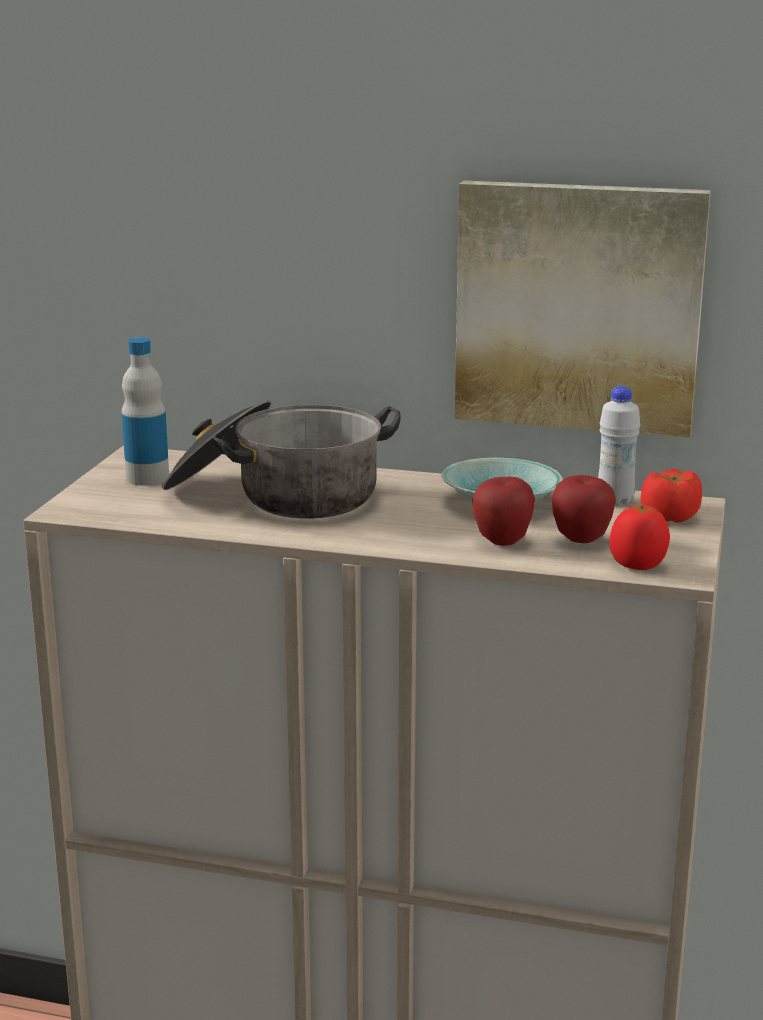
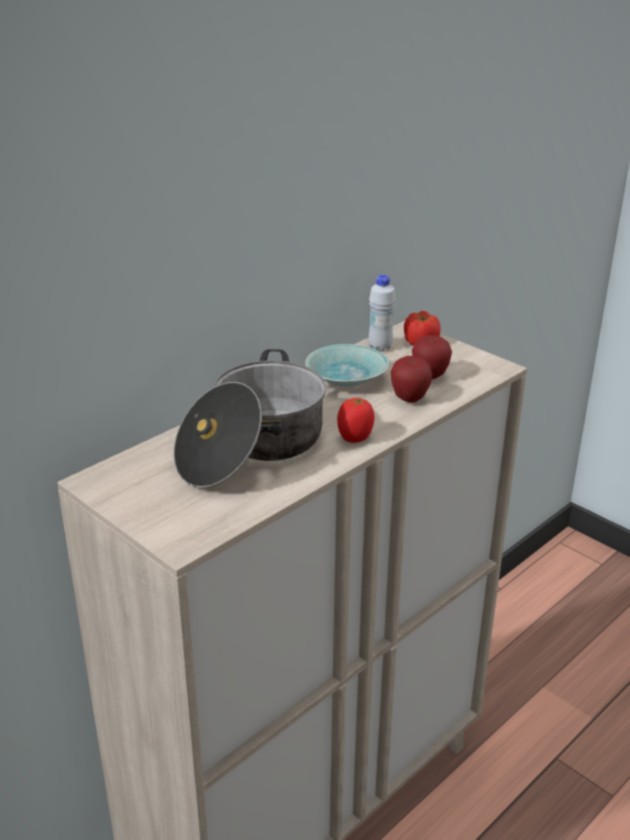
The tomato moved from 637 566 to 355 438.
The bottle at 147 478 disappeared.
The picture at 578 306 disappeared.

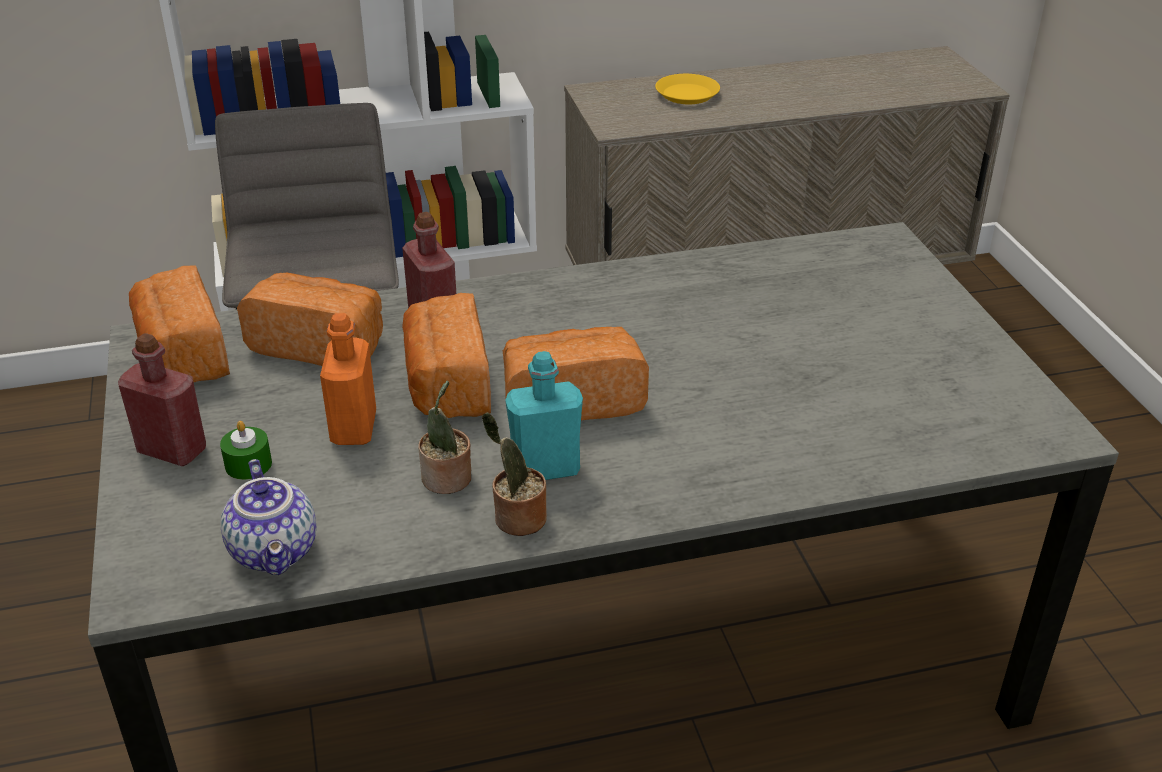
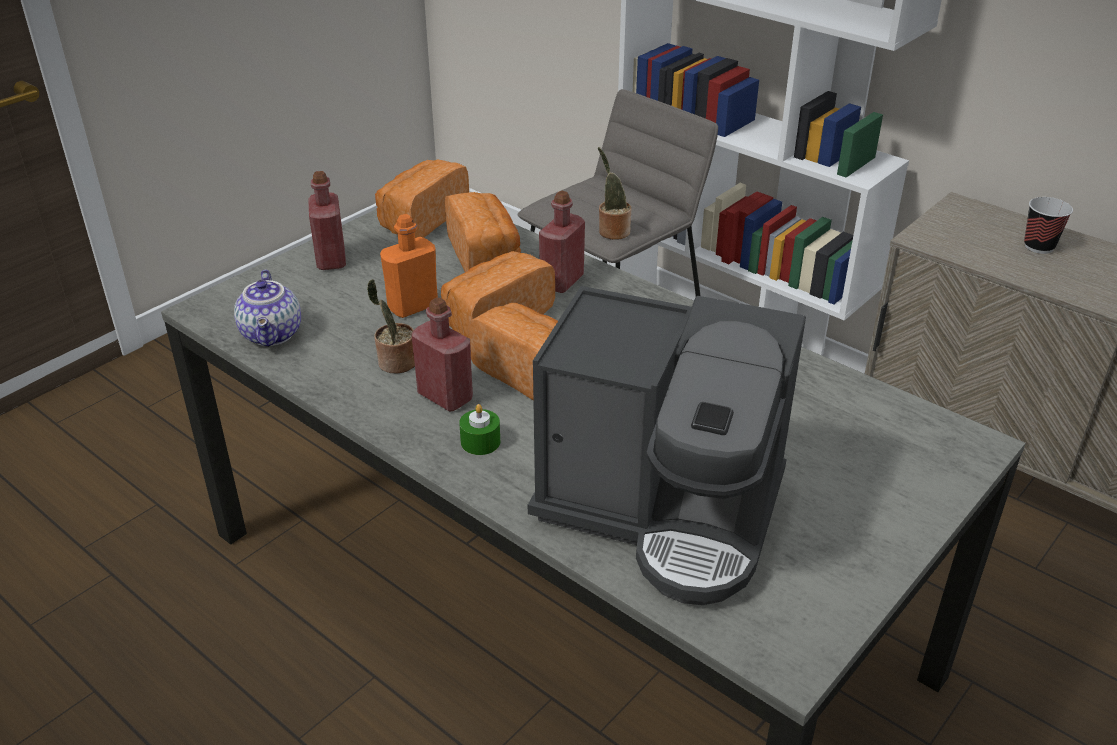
The teapot at 276 551 turned 45 degrees counterclockwise.
The turquoise bottle at 545 469 became the red bottle at 445 397.
The green candle moved from 248 464 to 480 442.
The coffee machine at 663 510 appeared.
The potted plant moved from 516 519 to 612 231.
The yellow plate at 687 94 was replaced by the cup at 1039 246.

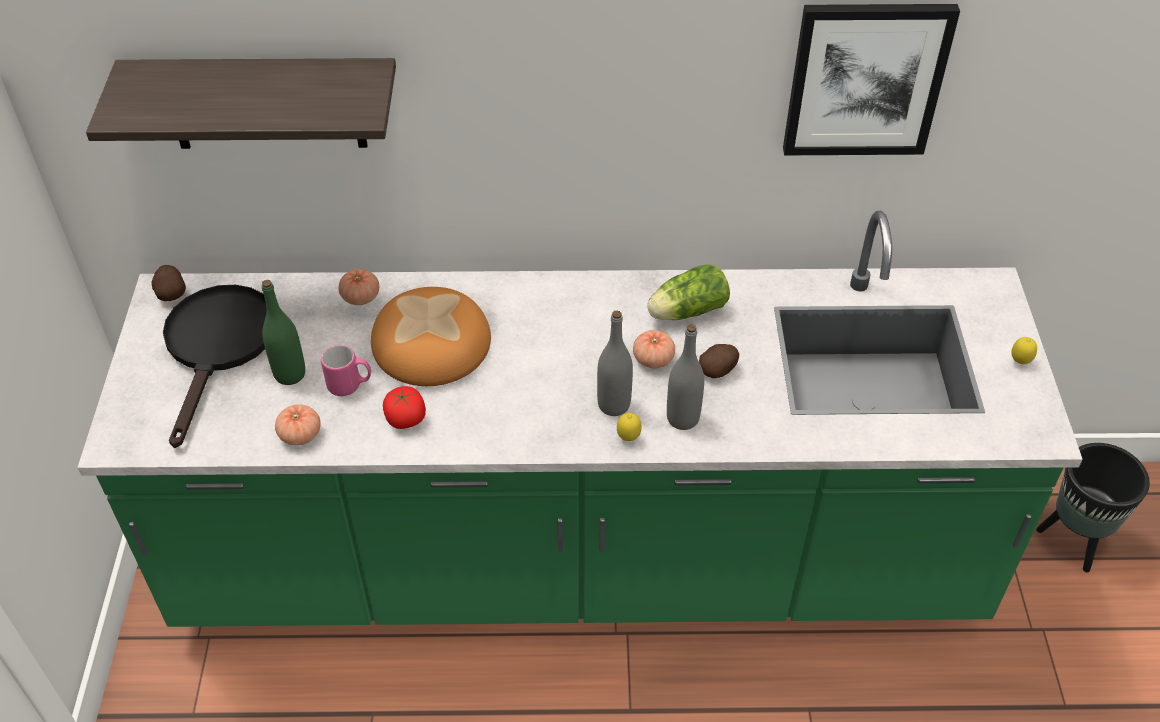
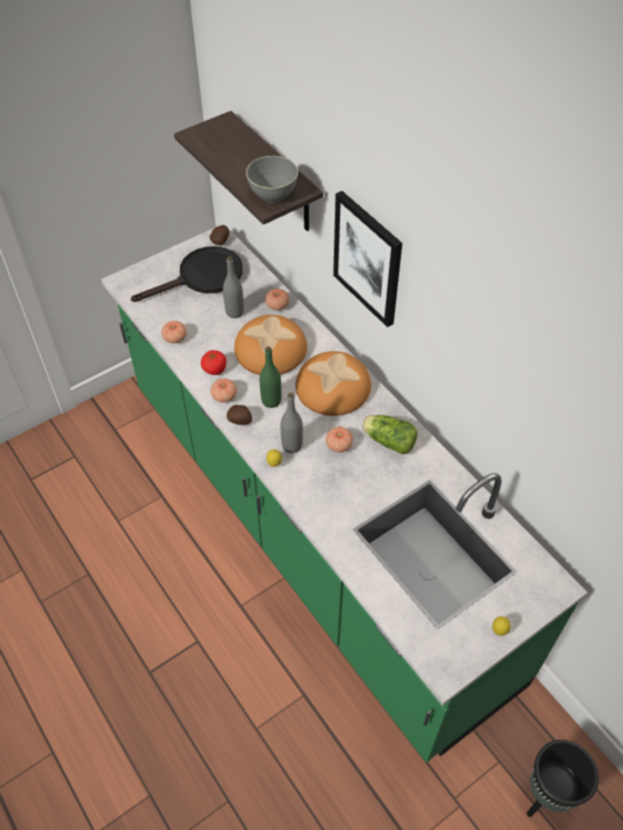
The tomato at 224 396 appeared.
The grey bottle moved from 682 418 to 234 312.
The potato moved from 718 370 to 240 420.
The grey bowl at 273 195 appeared.
The green bottle moved from 290 374 to 271 401.
The bread at 332 388 appeared.
The picture moved from 865 79 to 368 258.
The pink mug at 350 385 disappeared.

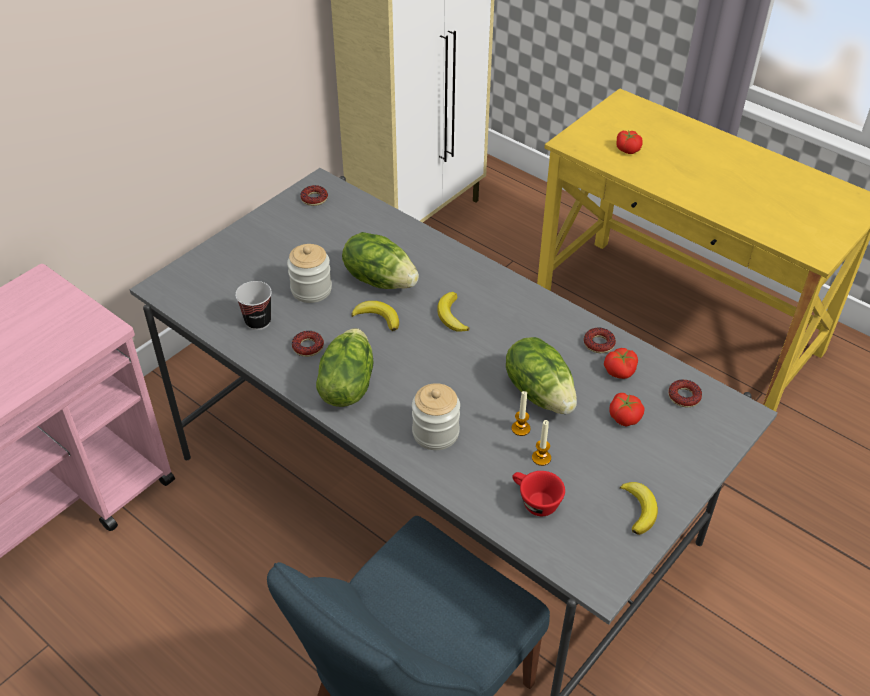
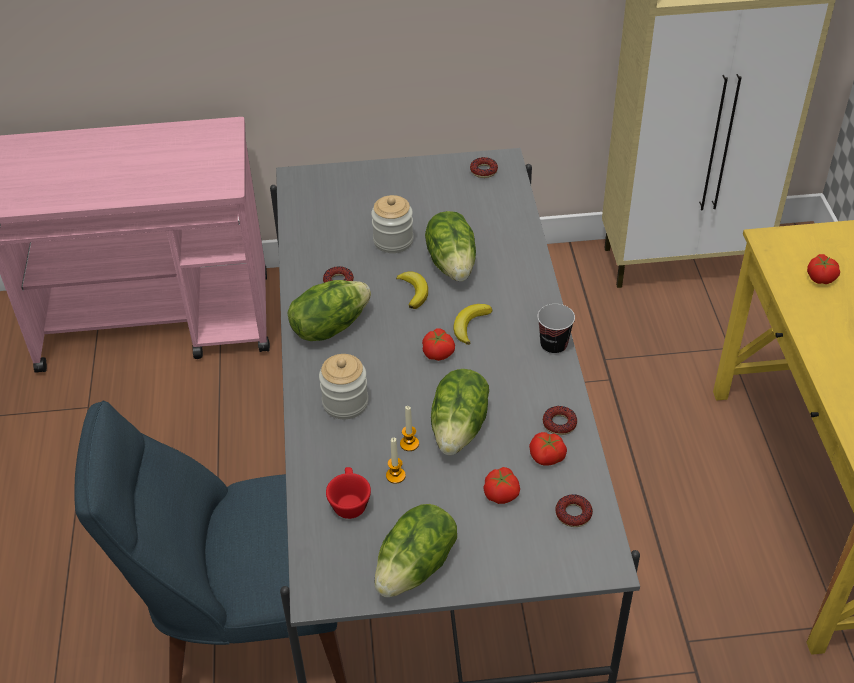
The banana at 639 509 was replaced by the lettuce at 417 567.
The tomato at 438 352 appeared.
The cup moved from 258 321 to 553 345.

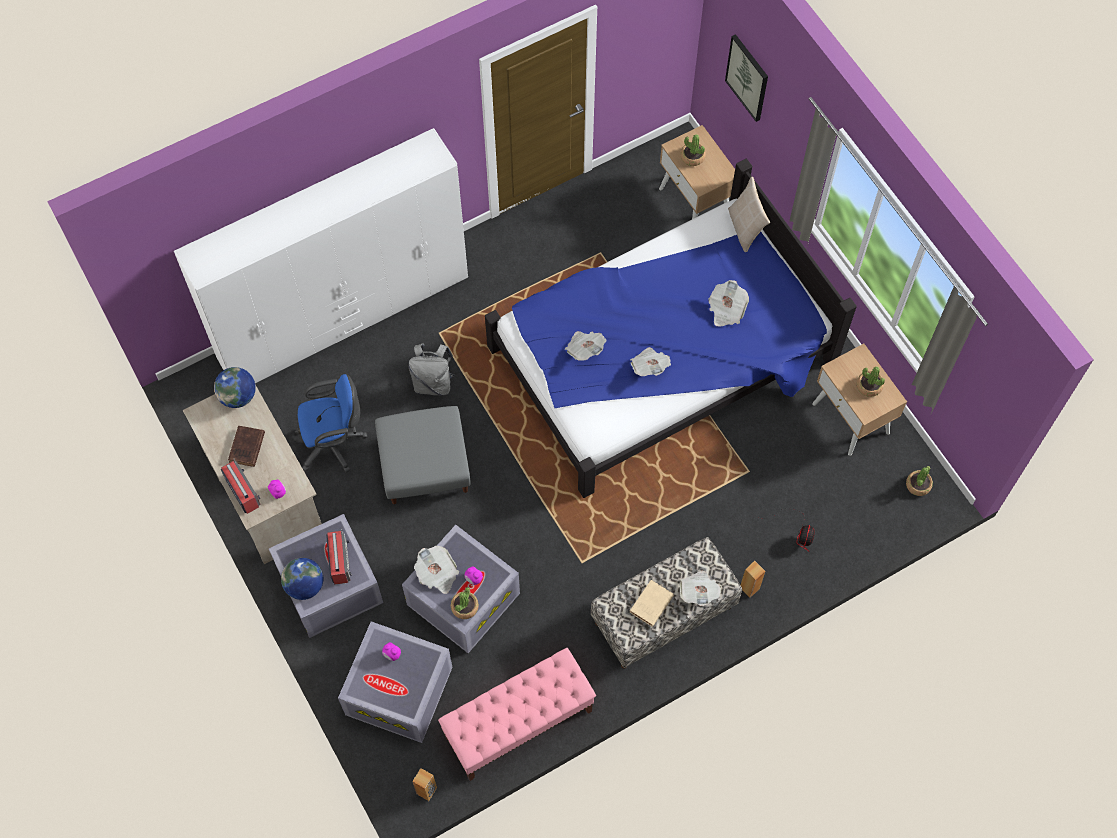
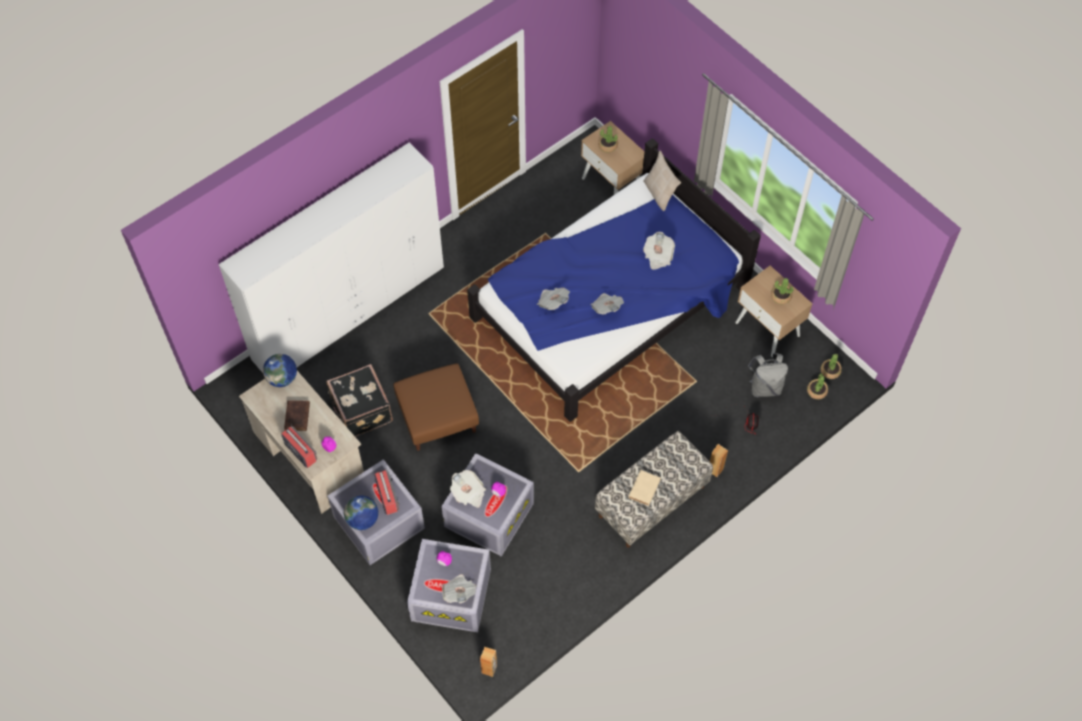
The blue office chair at 334 443 was replaced by the black suitcase at 361 411.
The grey ottoman at 425 465 became the brown ottoman at 438 417.
The newspaper moved from 698 591 to 459 592.
The grey backpack moved from 433 382 to 764 387.
The potted plant moved from 464 607 to 816 391.
The pink bench at 518 724 disappeared.
The picture at 748 77 disappeared.

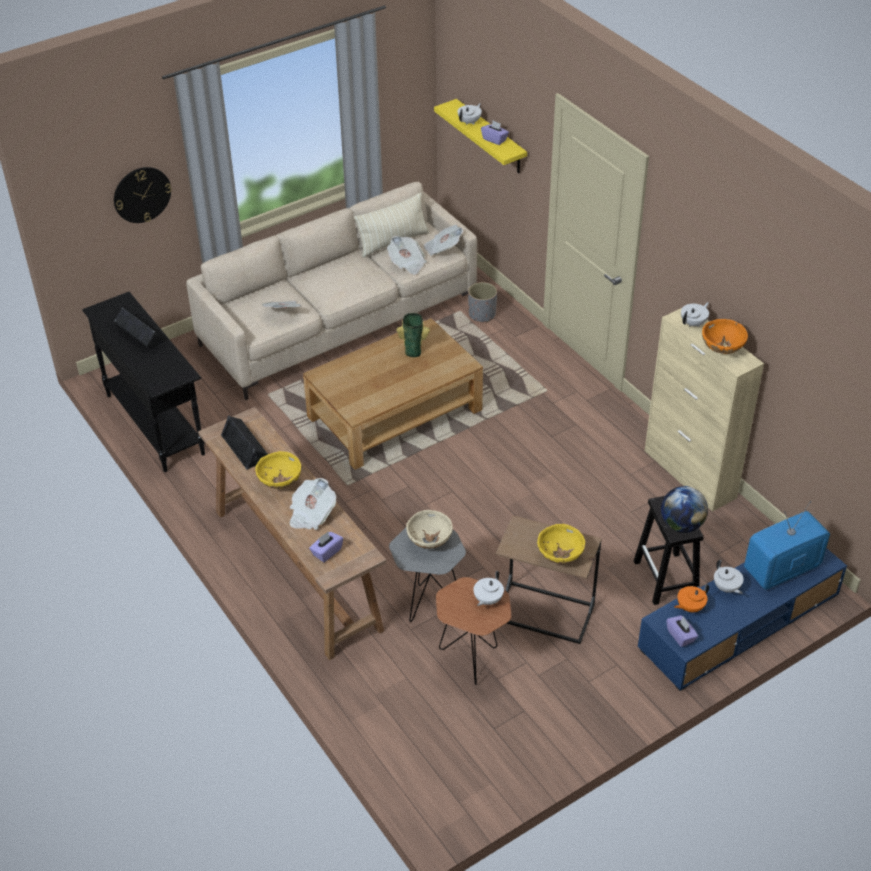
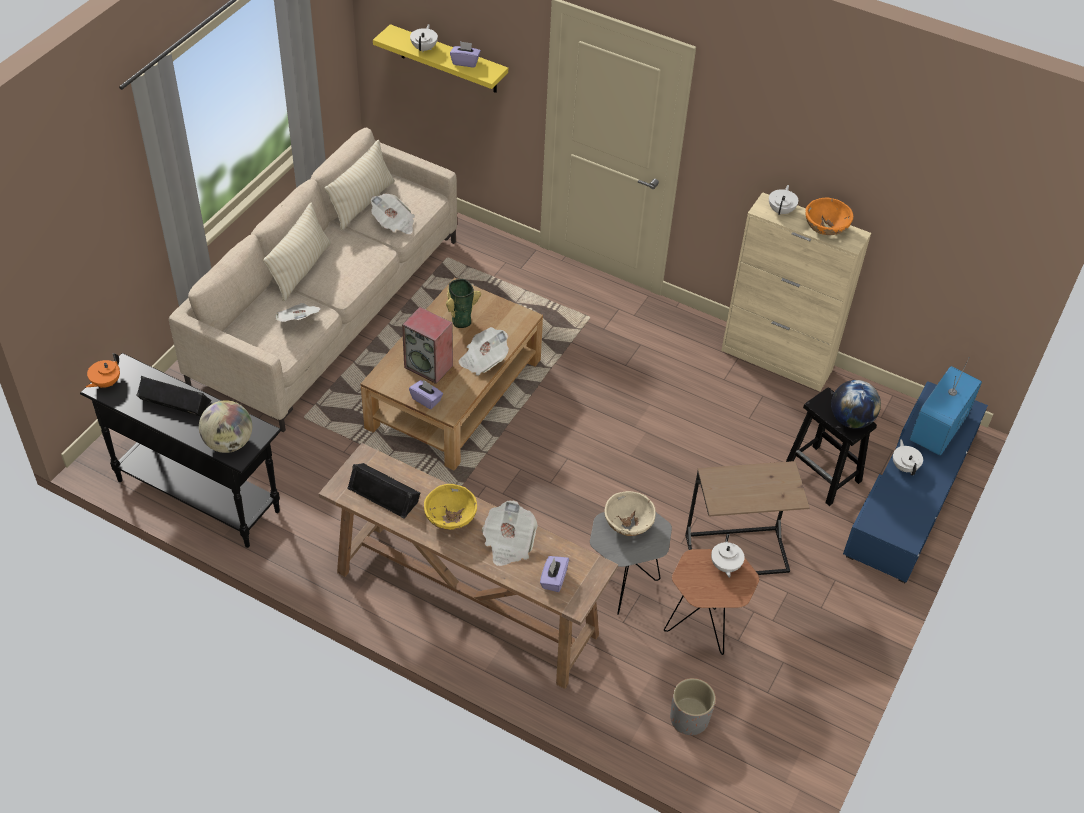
The orange teapot moved from 690 607 to 105 383.
The globe at 229 443 appeared.
The beige pillow at 301 270 appeared.
The speaker at 429 366 appeared.
The purple tissue box moved from 681 636 to 426 400.
The newspaper moved from 442 249 to 483 360.
The grey planter moved from 482 314 to 689 718.
The white teapot at 726 588 turned 135 degrees counterclockwise.
The wall clock at 142 194 disappeared.
The yellow bowl at 560 556 disappeared.

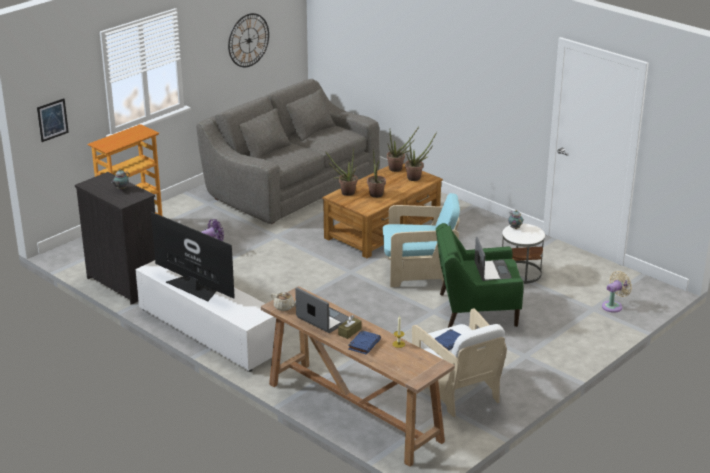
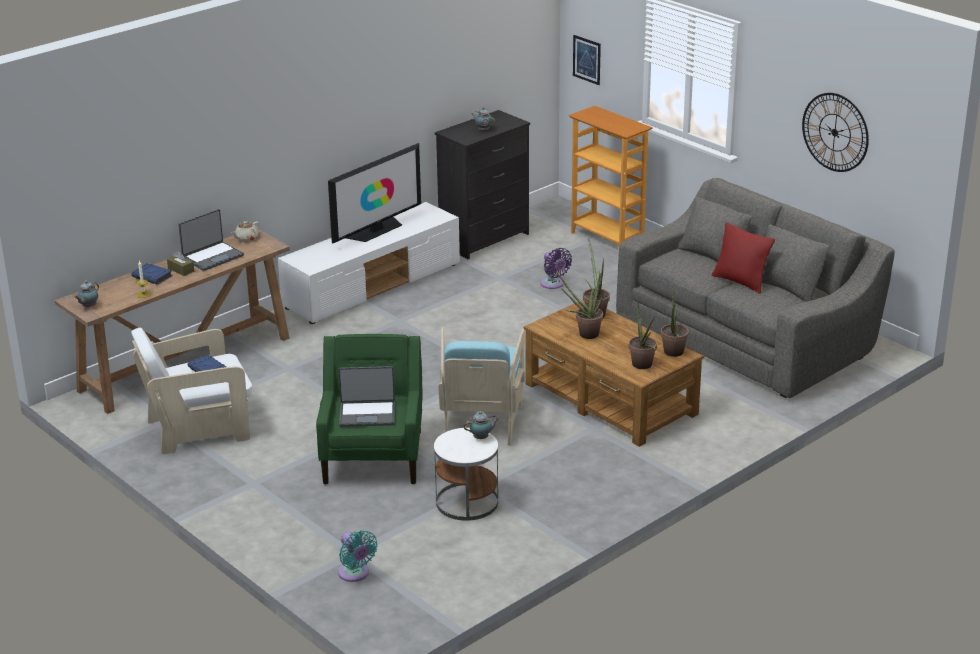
The teapot at 88 306 appeared.
The beige fan at 613 306 became the turquoise fan at 355 574.
The red pillow at 740 282 appeared.

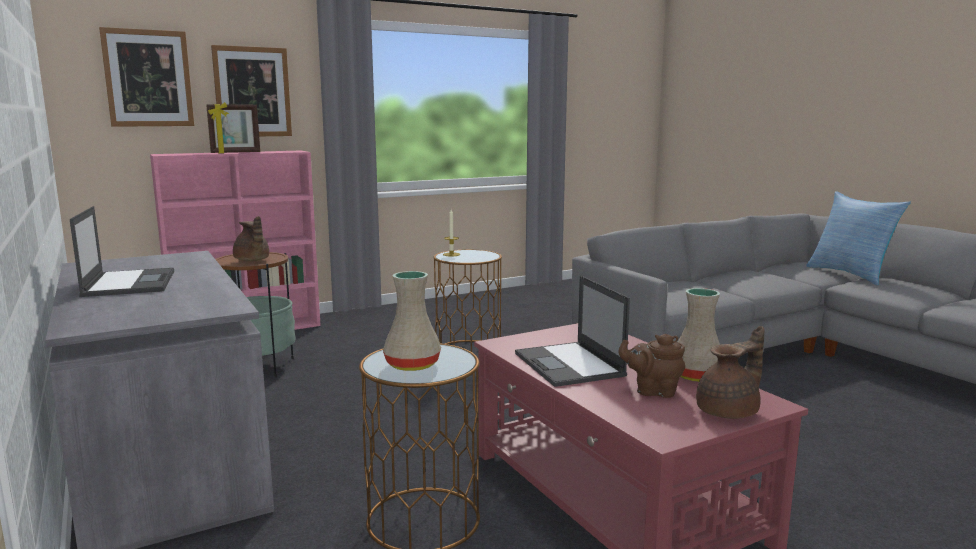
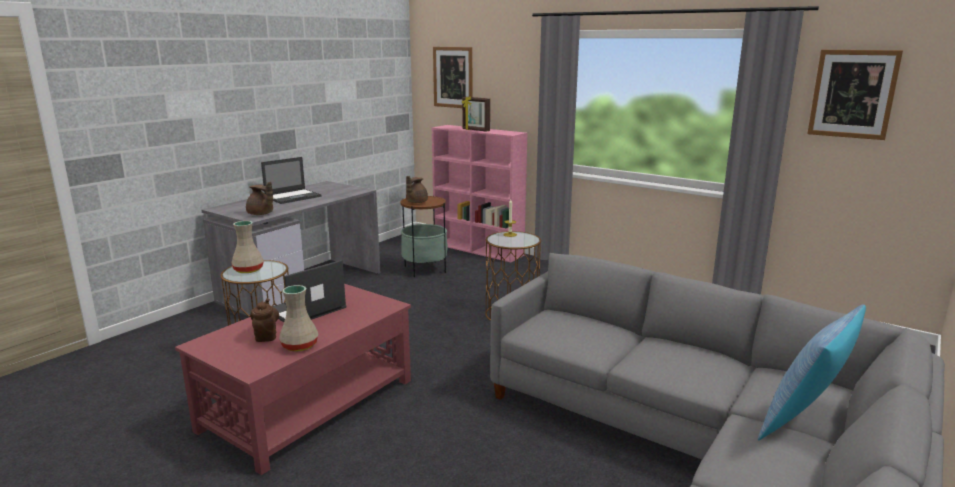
The brown teapot moved from 730 411 to 261 214.
The picture moved from 252 92 to 853 94.

